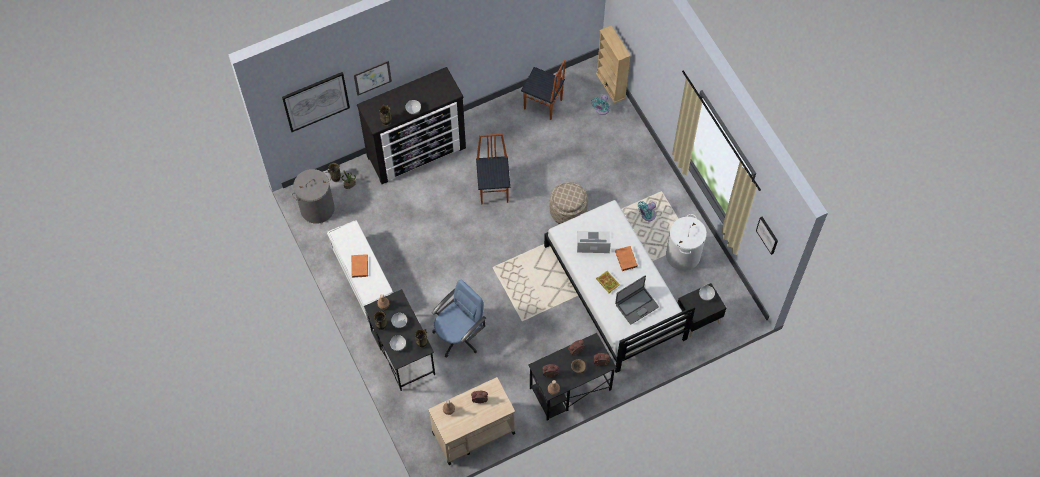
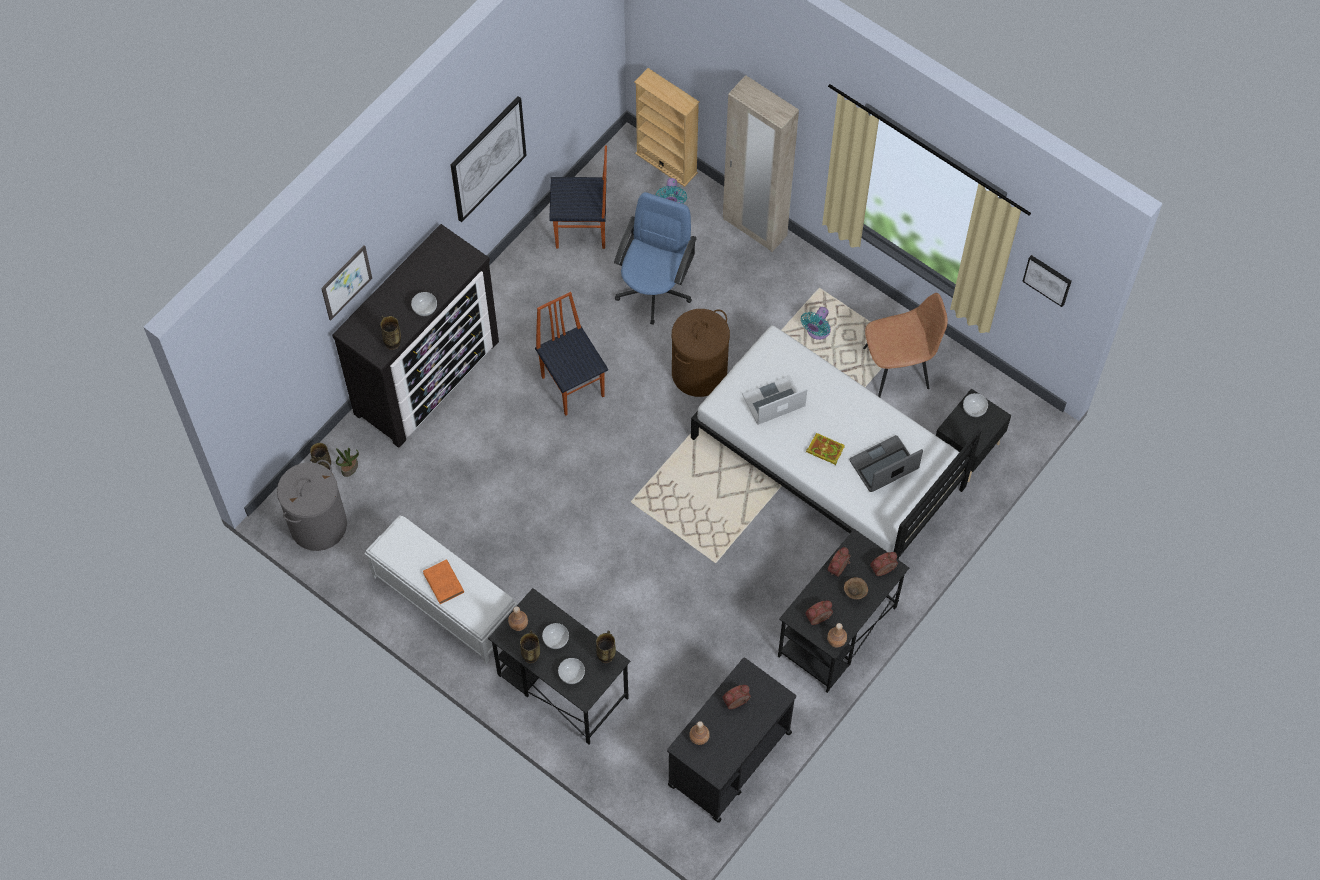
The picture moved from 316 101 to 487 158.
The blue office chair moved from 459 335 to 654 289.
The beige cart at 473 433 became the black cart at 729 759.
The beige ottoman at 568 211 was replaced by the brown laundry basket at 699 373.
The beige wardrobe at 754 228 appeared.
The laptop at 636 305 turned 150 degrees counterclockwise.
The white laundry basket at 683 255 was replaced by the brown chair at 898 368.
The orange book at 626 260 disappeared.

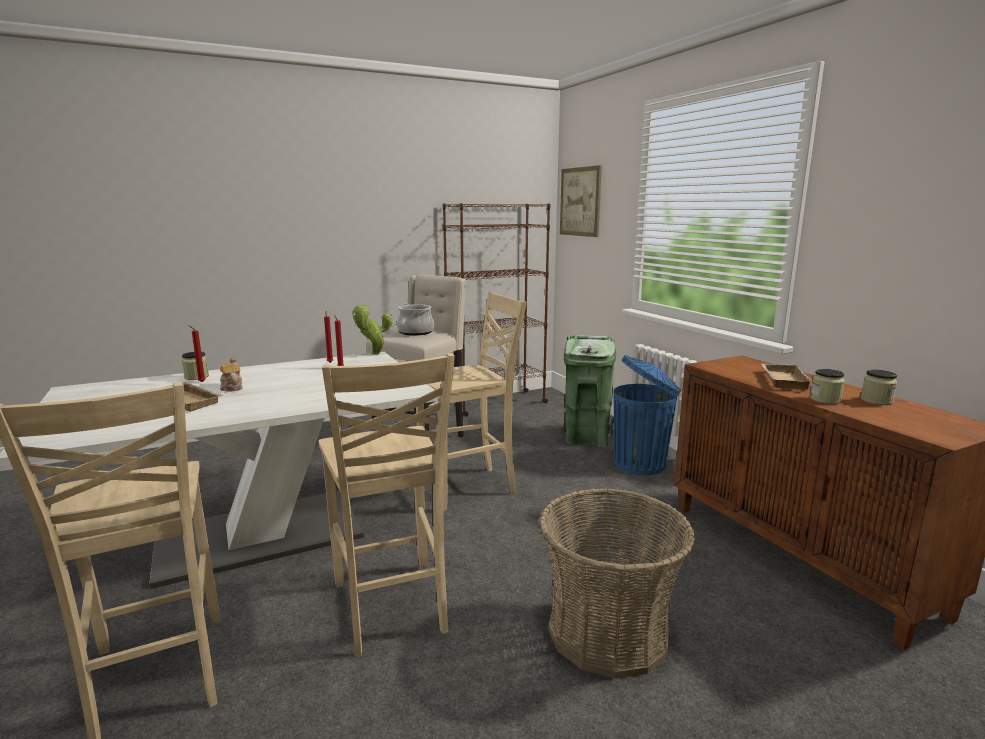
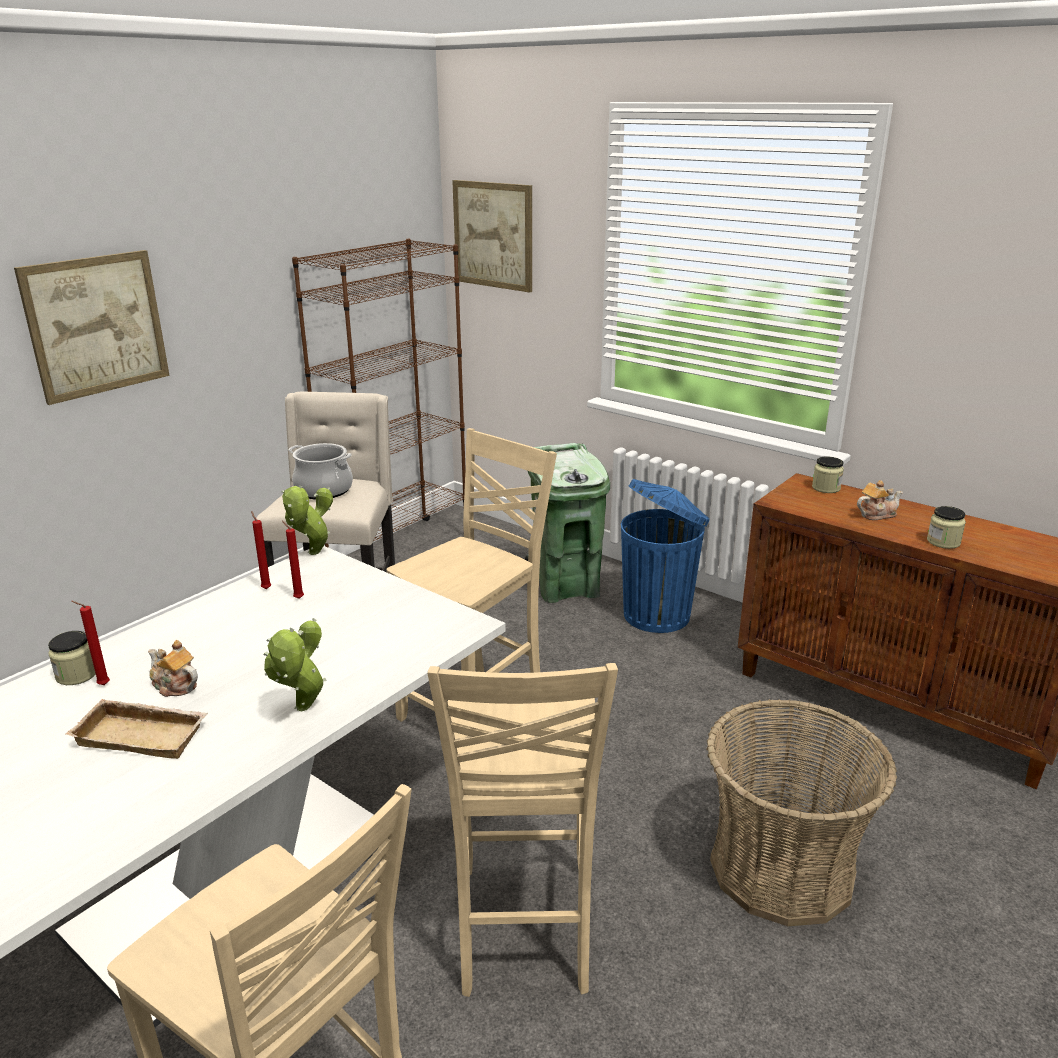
The picture at 96 325 appeared.
The potted plant at 302 710 appeared.
The beige chair at 390 609 turned 45 degrees clockwise.
The jar moved from 876 401 to 826 488.
The beige tray at 782 380 was replaced by the teapot at 876 514.

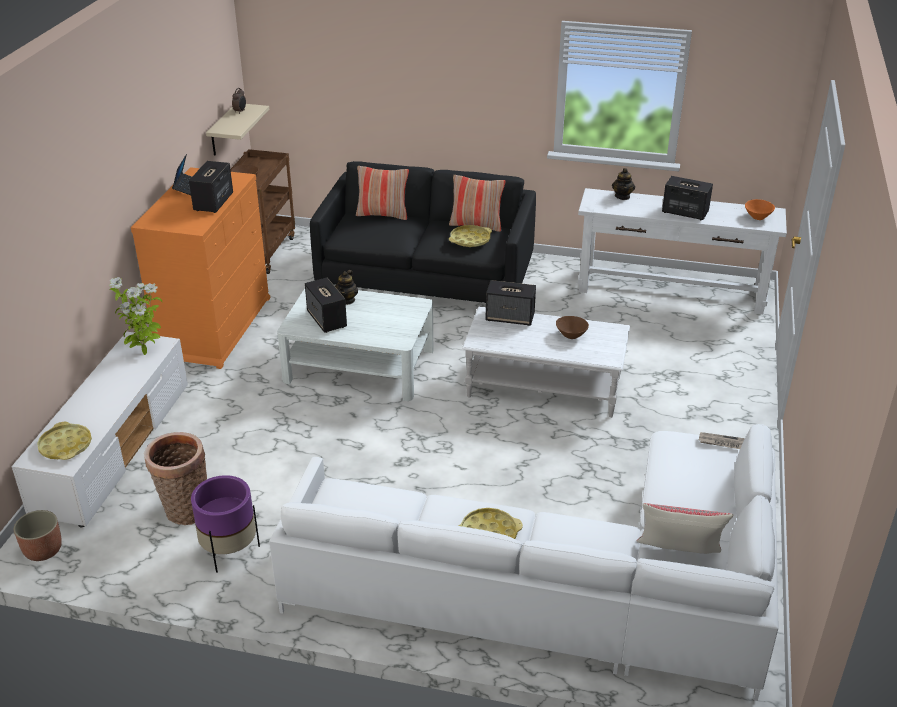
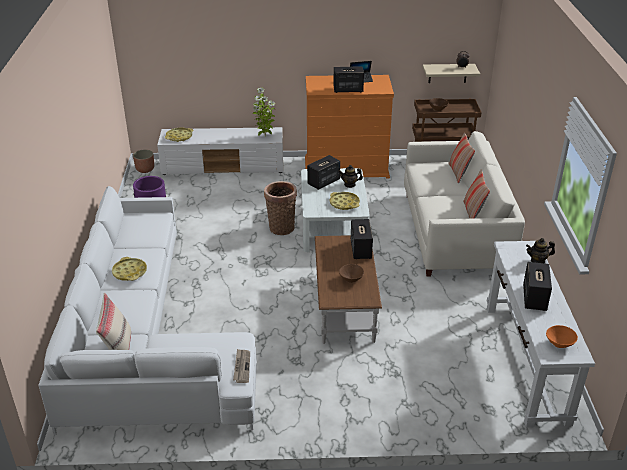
The basket moved from 184 510 to 281 227.
The white coffee table at 543 387 became the brown coffee table at 345 306.
The yellow tray moved from 470 240 to 344 203.
The black sofa at 427 278 became the white sofa at 455 232.

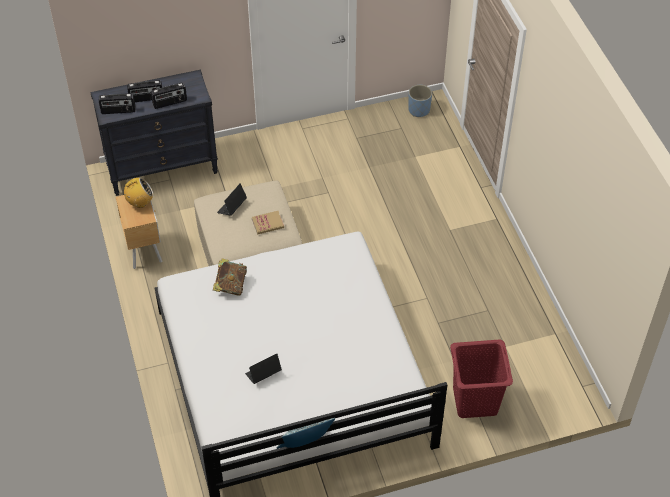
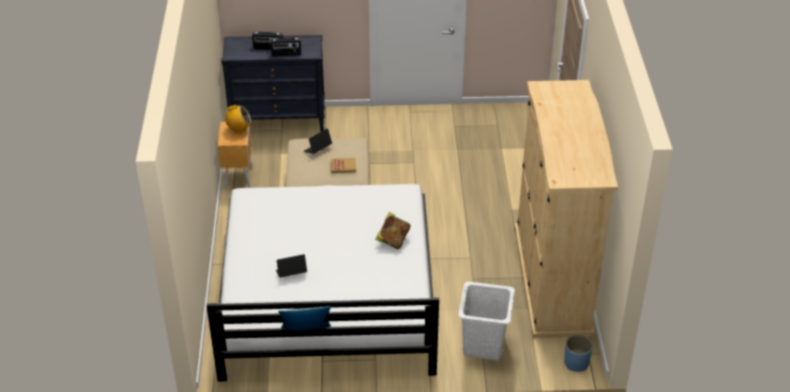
The book moved from 230 285 to 393 240.
The red laundry basket at 475 400 became the white laundry basket at 484 345.
The beige wardrobe at 552 279 appeared.
The blue planter moved from 419 110 to 576 363.
The radio at 118 111 disappeared.

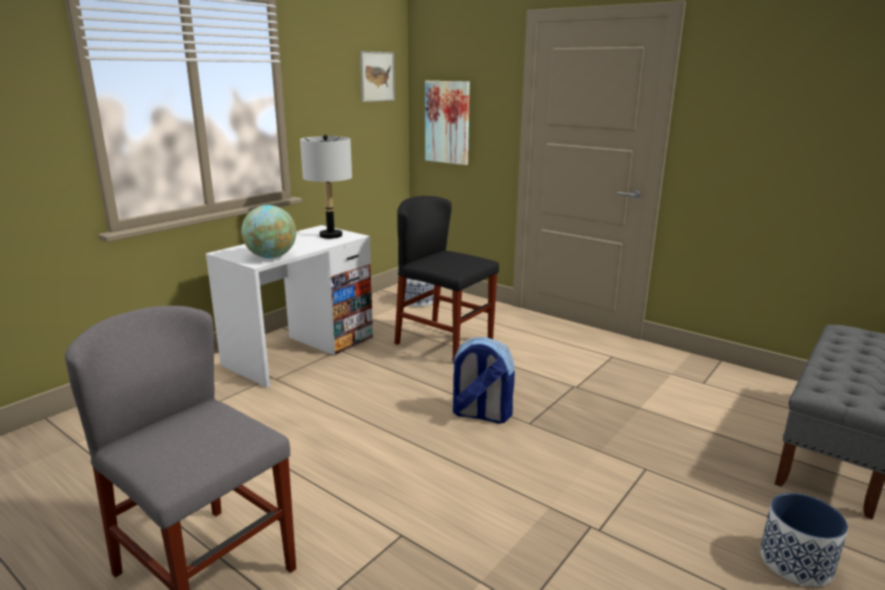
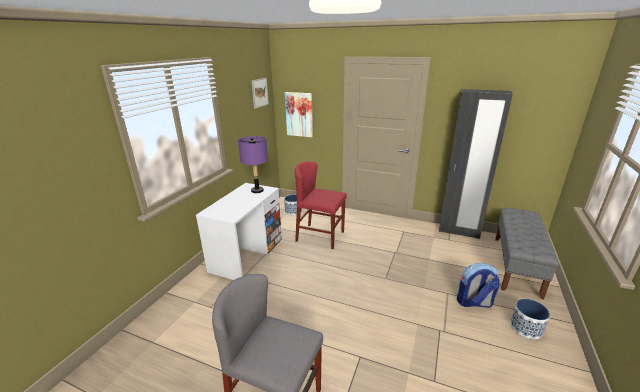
The grey table lamp at 330 236 became the purple table lamp at 257 190.
The black chair at 444 343 became the red chair at 320 236.
The black wardrobe at 459 231 appeared.
The backpack moved from 480 414 to 474 303.
The globe at 271 257 disappeared.

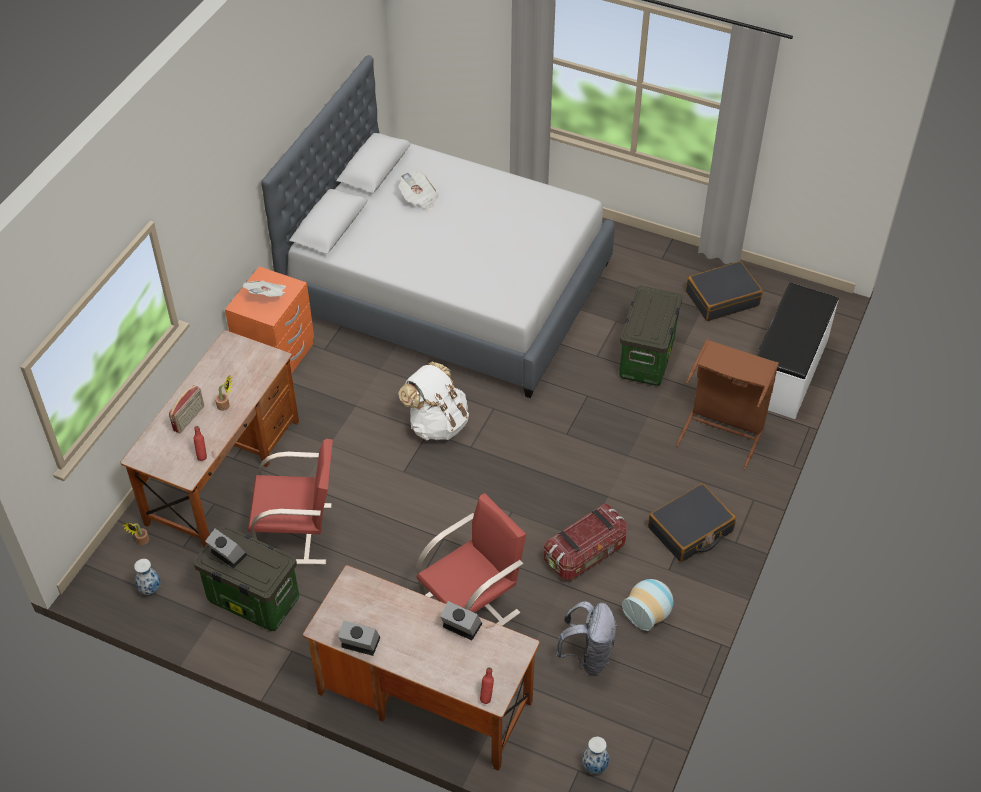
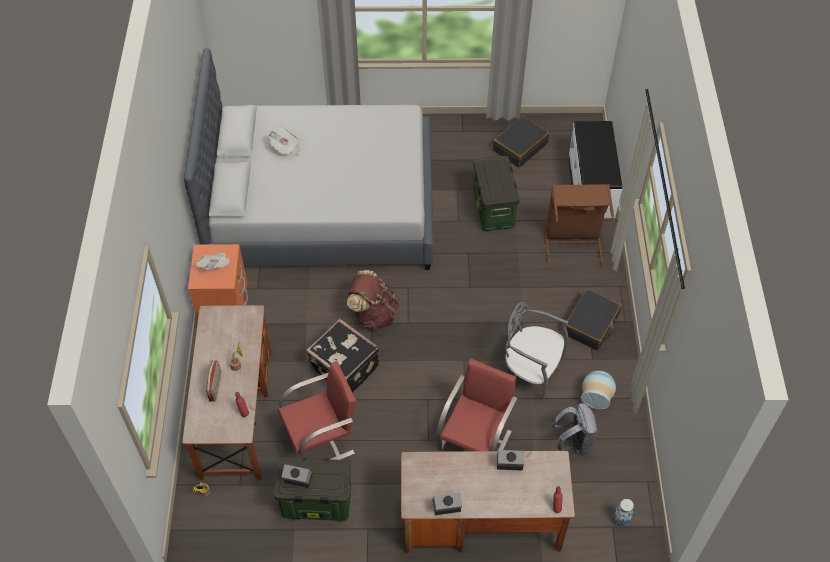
The black suitcase at 344 369 appeared.
The white backpack at 437 423 became the brown backpack at 374 314.
The storage box at 586 553 was replaced by the grey chair at 531 370.
The vase at 150 589 disappeared.

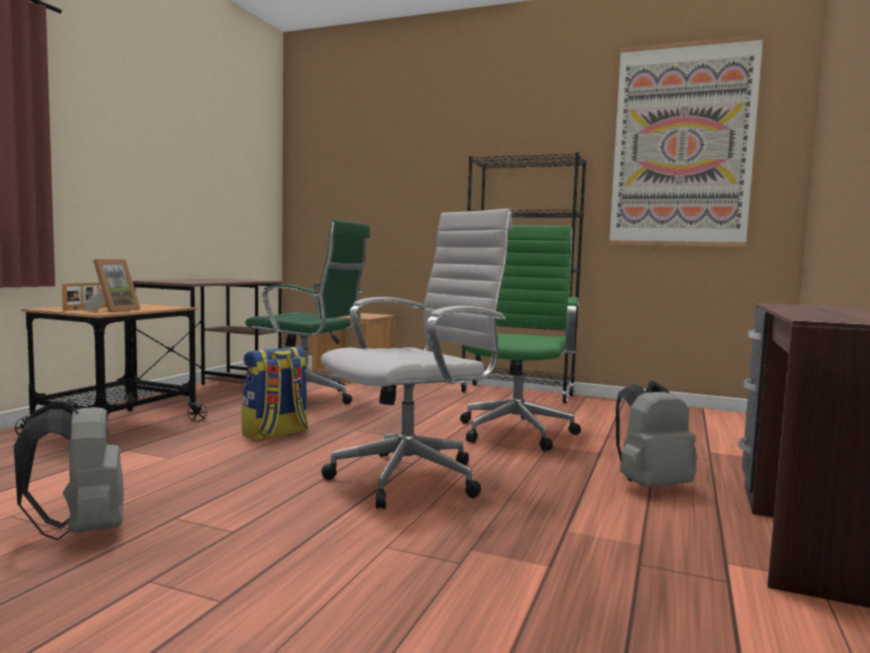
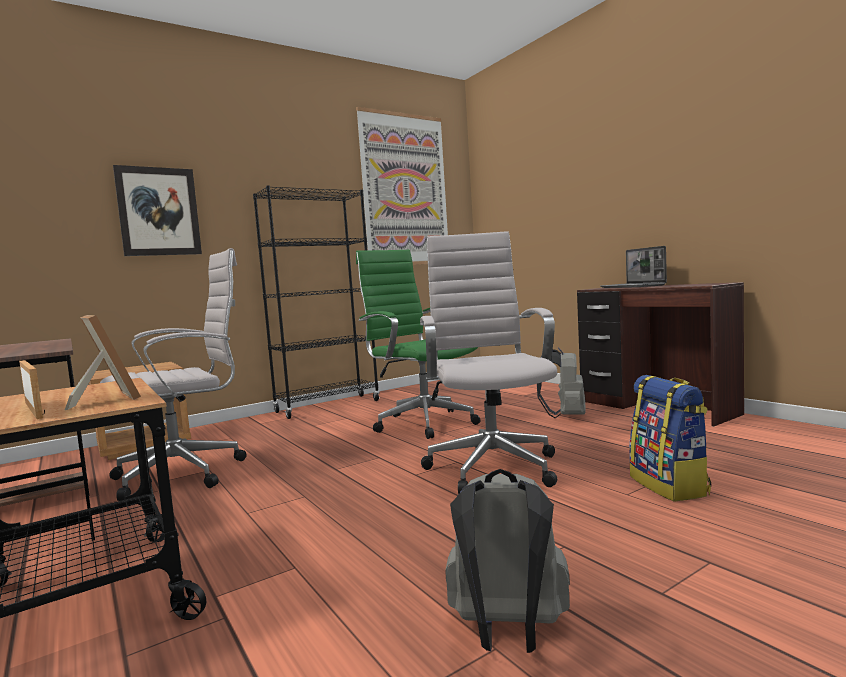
The green office chair at 308 399 became the white office chair at 186 473.
The picture at 158 212 appeared.
The laptop at 633 286 appeared.
The backpack moved from 275 434 to 670 486.

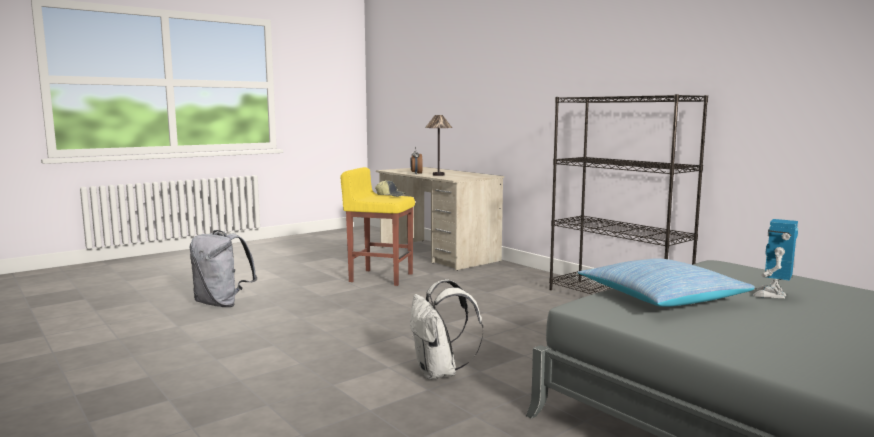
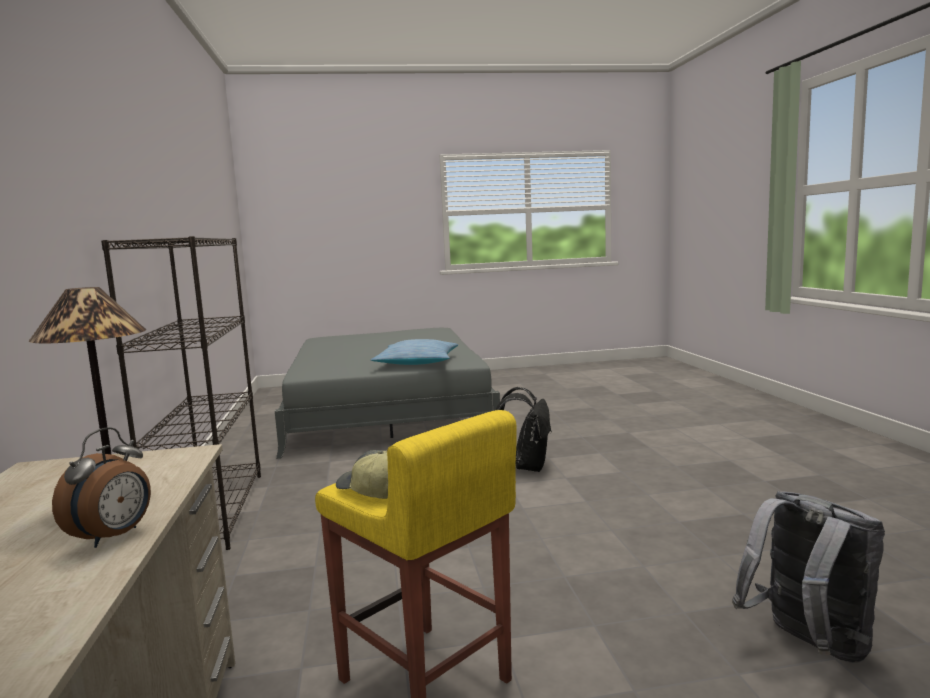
The white backpack at 439 373 became the black backpack at 527 466.
The toy robot at 772 295 disappeared.

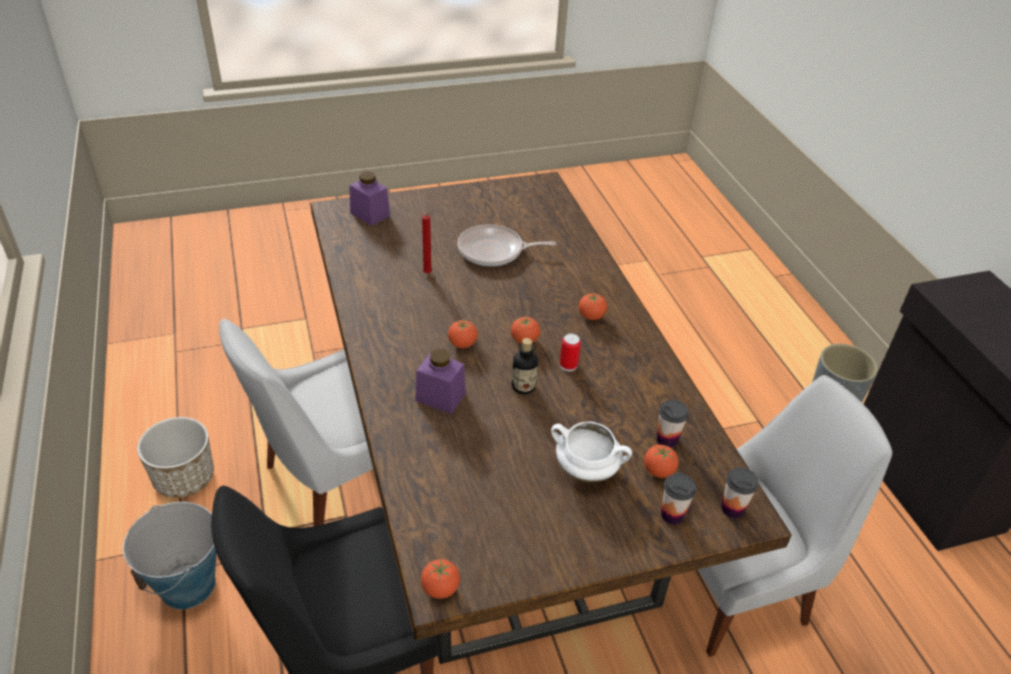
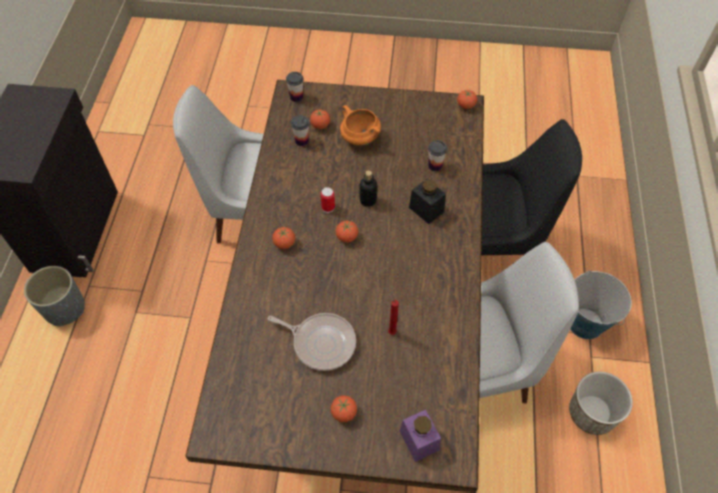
The tomato moved from 462 344 to 344 413.
The white cooking pot at 587 469 became the orange cooking pot at 359 138.
The purple jar at 440 397 became the black jar at 426 209.
The cup moved from 672 515 to 435 166.

